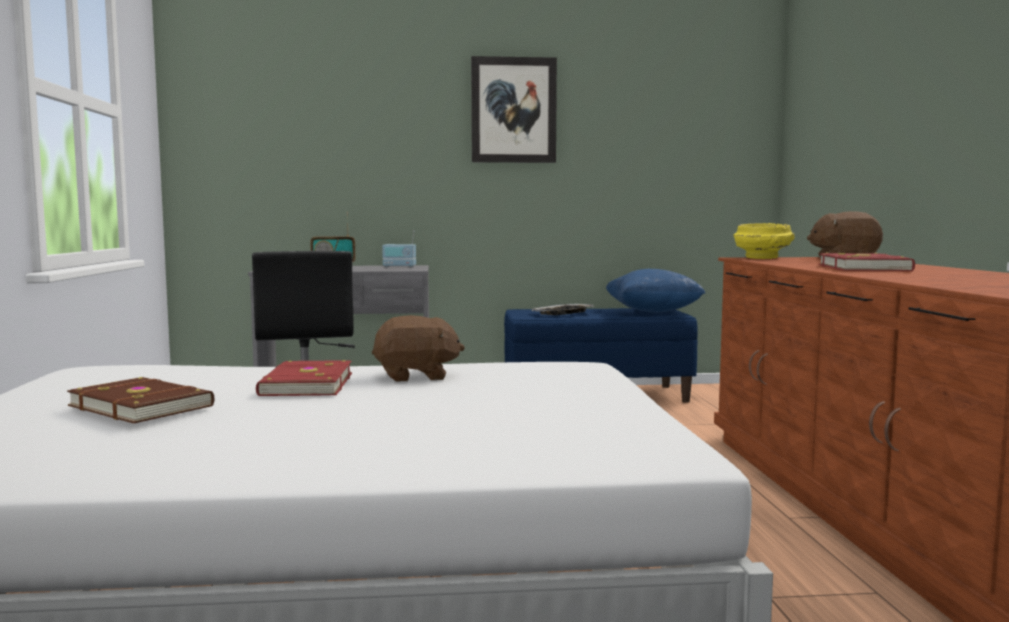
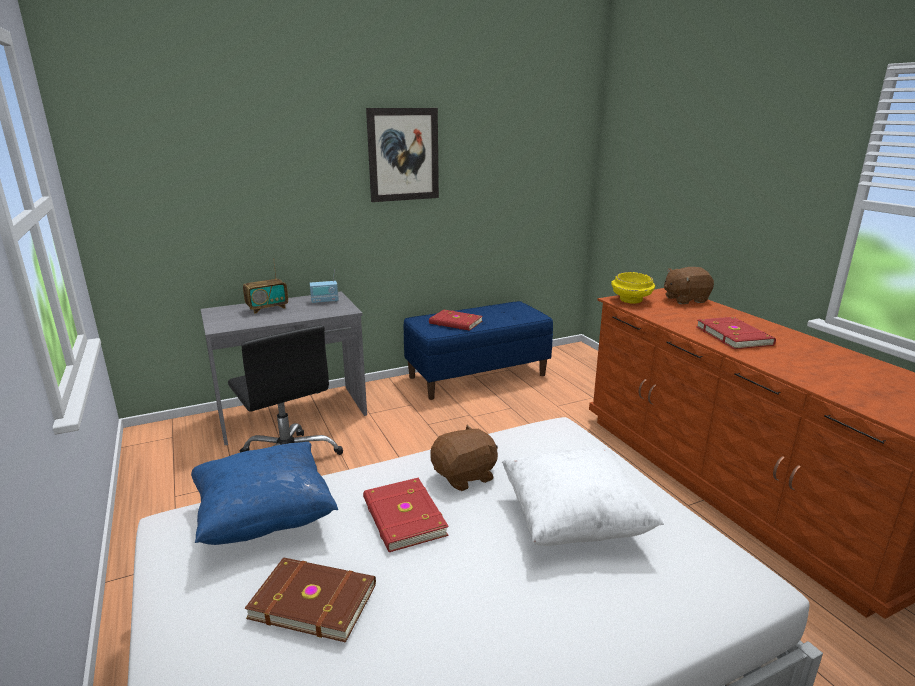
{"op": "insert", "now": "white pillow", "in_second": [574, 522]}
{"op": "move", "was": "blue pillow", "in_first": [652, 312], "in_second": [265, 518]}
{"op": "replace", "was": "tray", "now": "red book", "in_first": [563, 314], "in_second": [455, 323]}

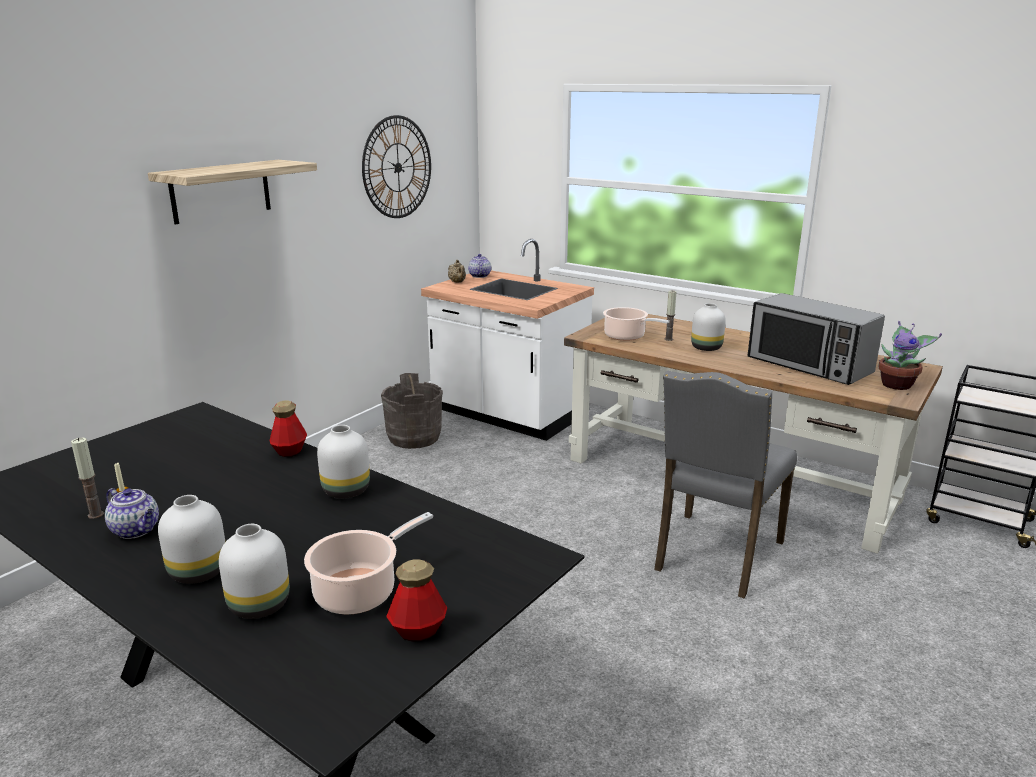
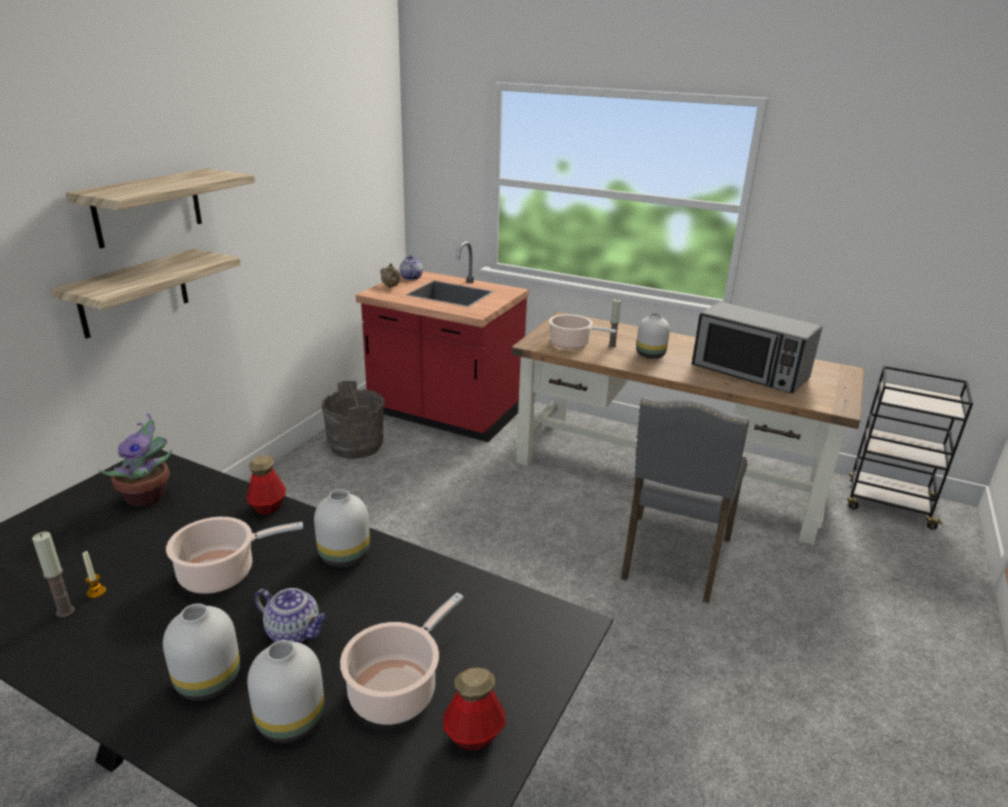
{"op": "delete", "was": "wall clock", "in_first": [397, 167]}
{"op": "insert", "now": "shelf", "in_second": [134, 293]}
{"op": "insert", "now": "cooking pot", "in_second": [222, 573]}
{"op": "move", "was": "teapot", "in_first": [136, 530], "in_second": [295, 632]}
{"op": "move", "was": "potted plant", "in_first": [898, 385], "in_second": [148, 497]}
{"op": "recolor", "was": "white counter", "now": "red counter", "in_first": [508, 414], "in_second": [444, 414]}

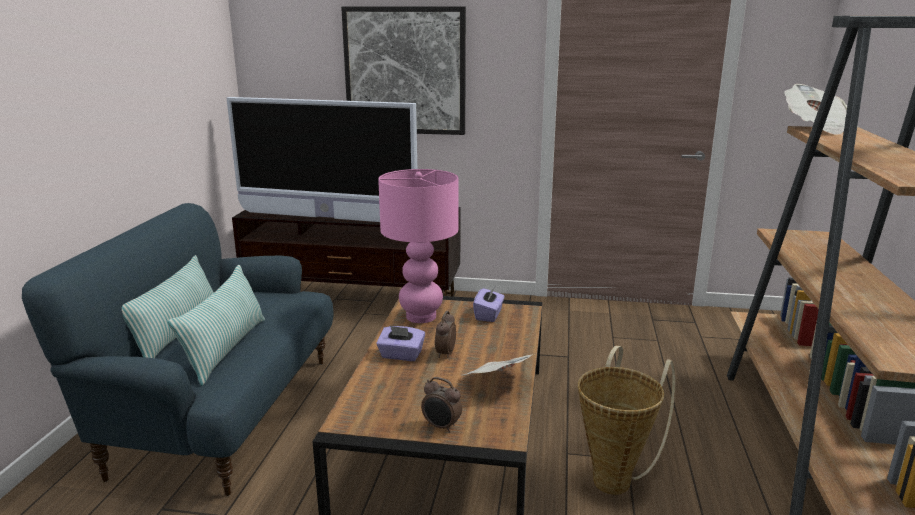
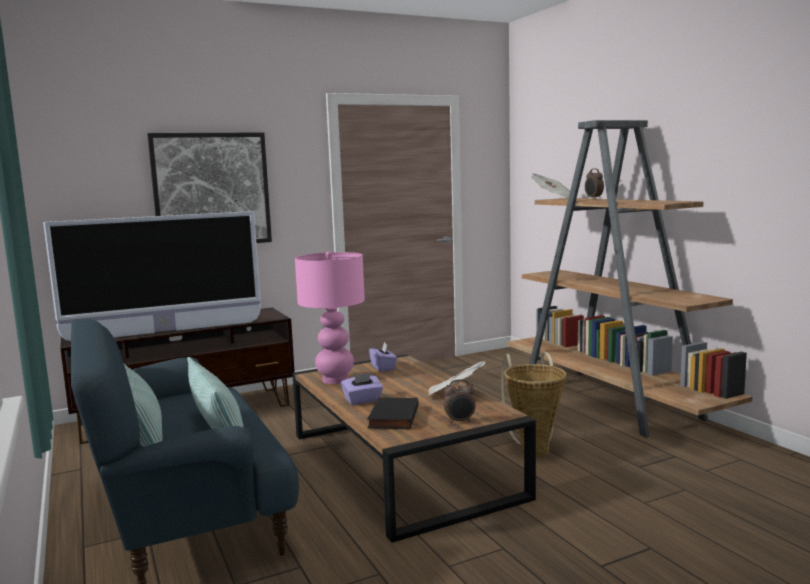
{"op": "insert", "now": "black book", "in_second": [392, 417]}
{"op": "move", "was": "alarm clock", "in_first": [445, 354], "in_second": [593, 198]}

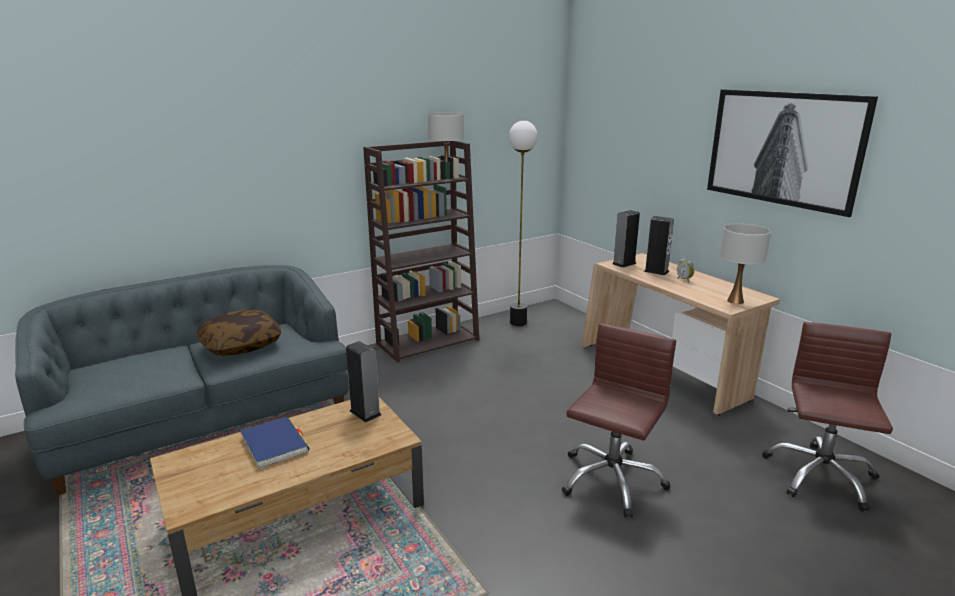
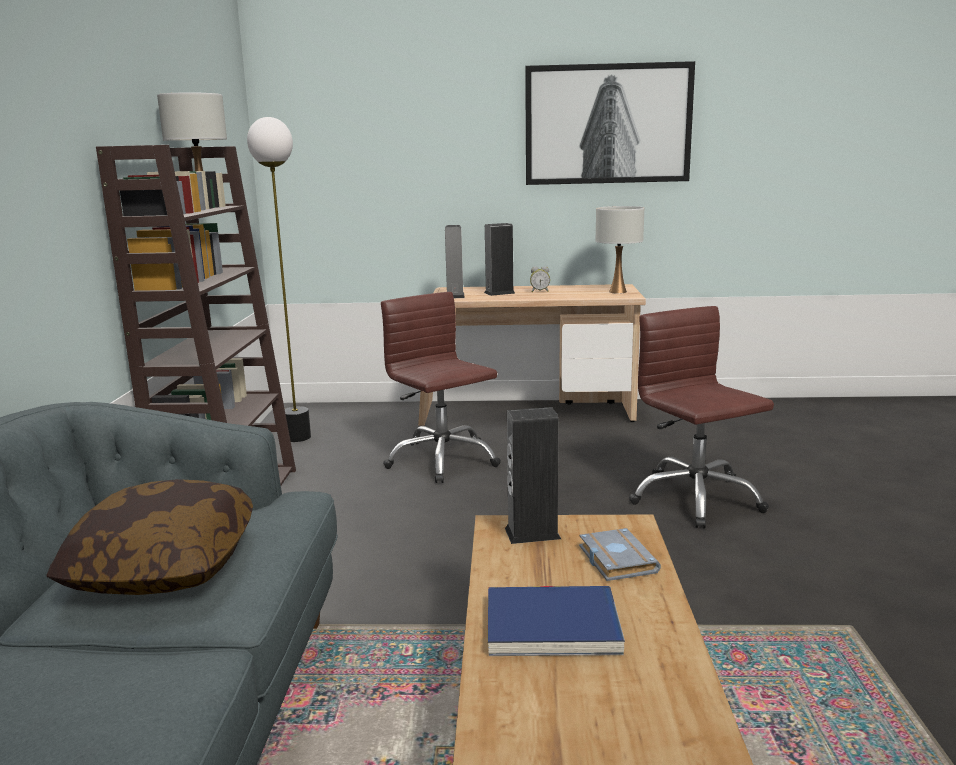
{"op": "insert", "now": "grey book", "in_second": [614, 559]}
{"op": "move", "was": "brown office chair", "in_first": [819, 475], "in_second": [442, 460]}

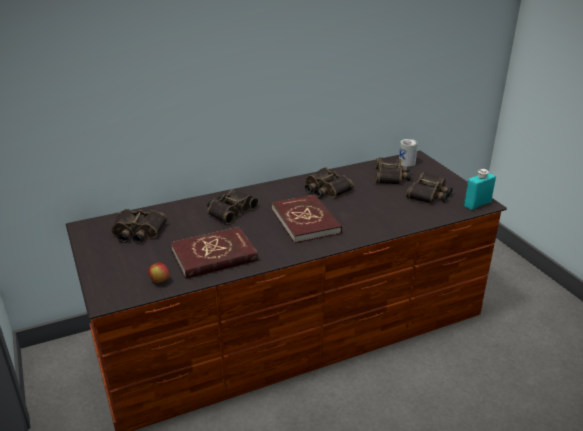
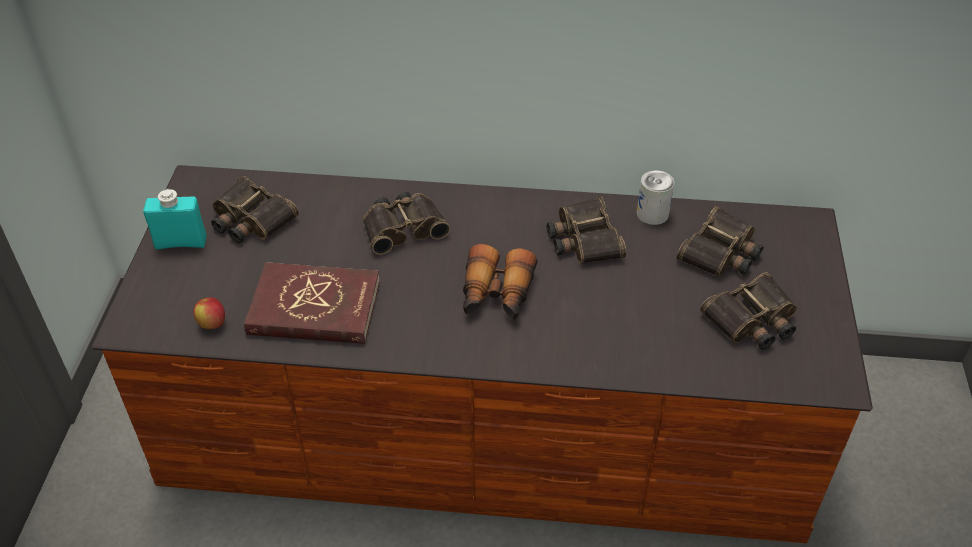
{"op": "move", "was": "can", "in_first": [407, 163], "in_second": [652, 213]}
{"op": "move", "was": "turquoise bottle", "in_first": [477, 204], "in_second": [181, 242]}
{"op": "replace", "was": "red book", "now": "binoculars", "in_first": [306, 221], "in_second": [496, 295]}

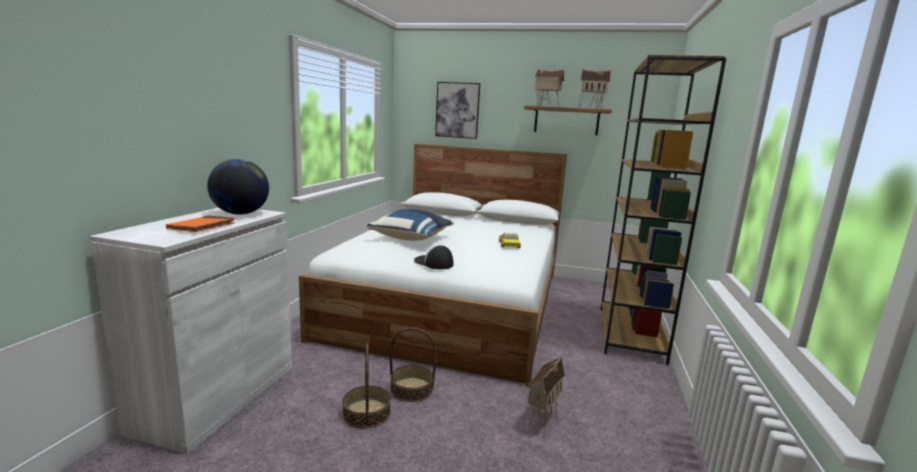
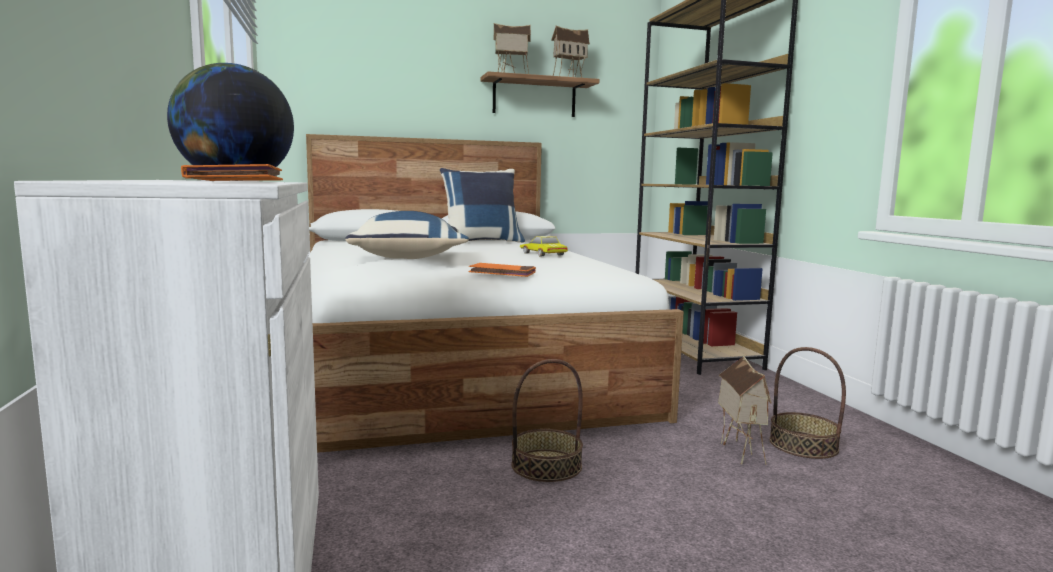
{"op": "delete", "was": "picture", "in_first": [457, 110]}
{"op": "insert", "now": "blue pillow", "in_second": [481, 242]}
{"op": "move", "was": "basket", "in_first": [366, 413], "in_second": [803, 445]}
{"op": "replace", "was": "cap", "now": "orange book", "in_first": [433, 263], "in_second": [502, 273]}

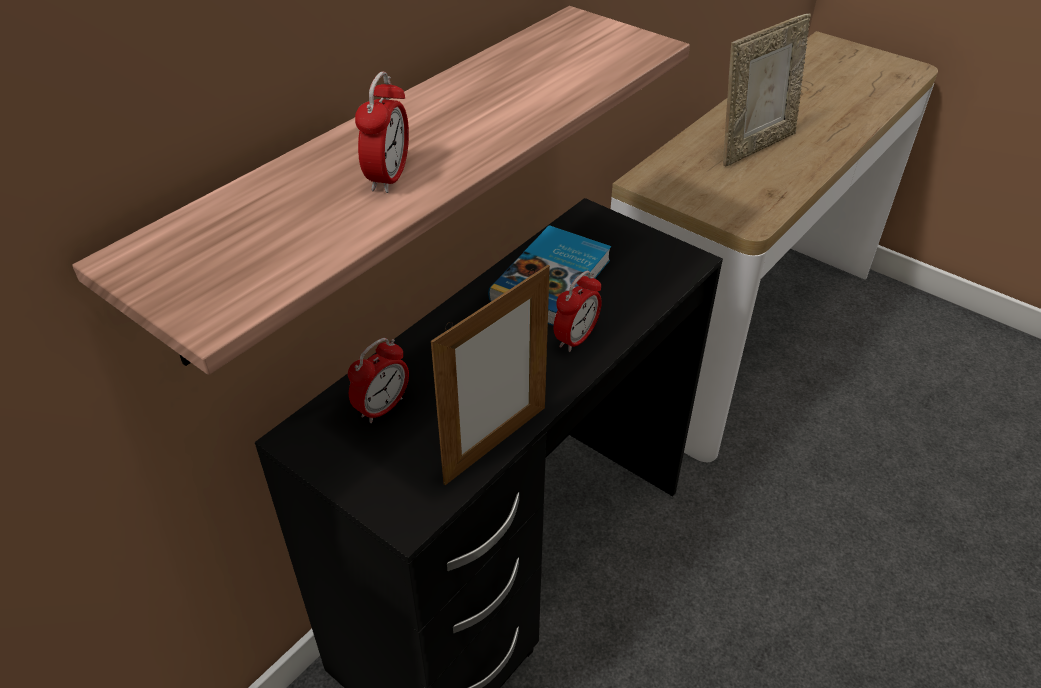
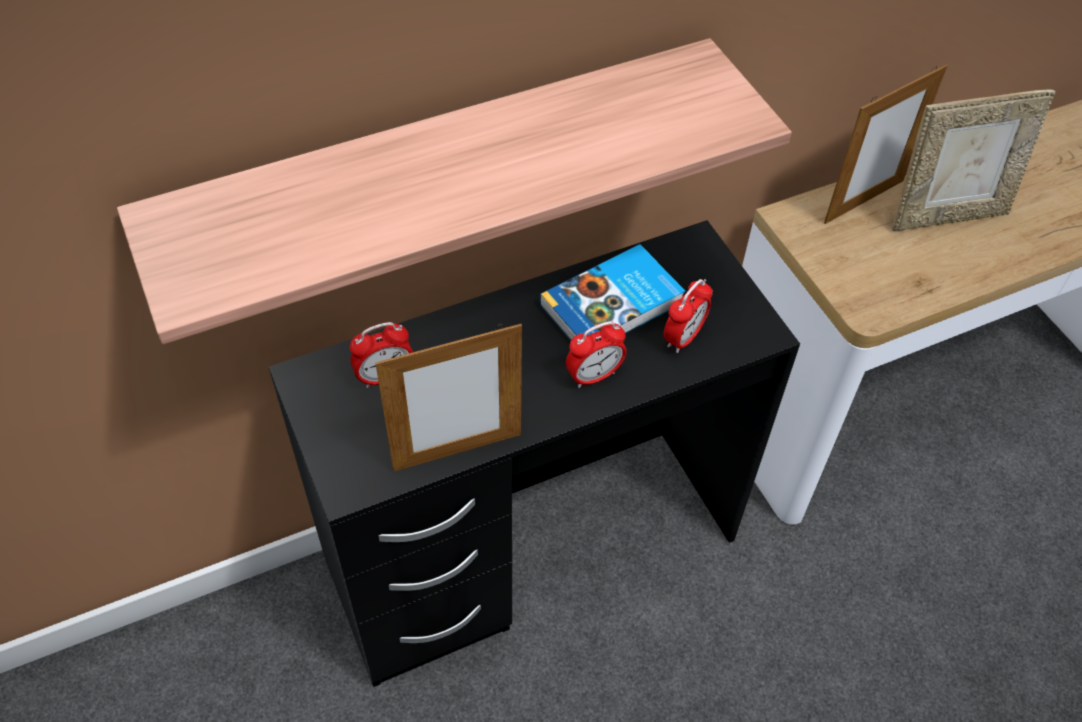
{"op": "insert", "now": "picture frame", "in_second": [864, 201]}
{"op": "move", "was": "alarm clock", "in_first": [388, 177], "in_second": [683, 337]}

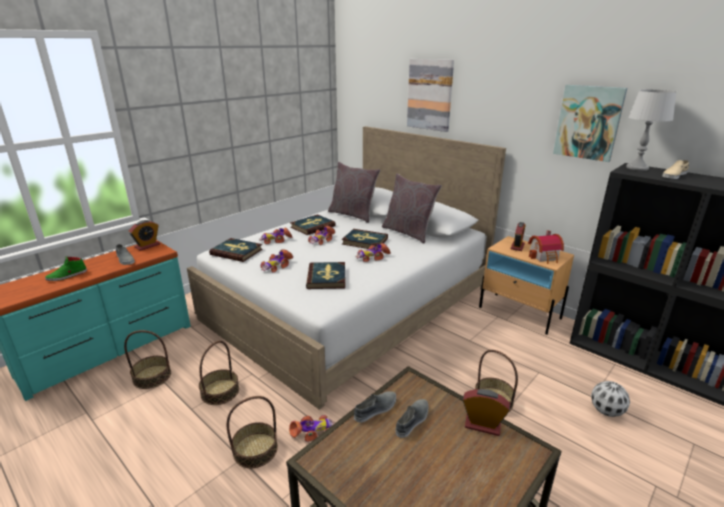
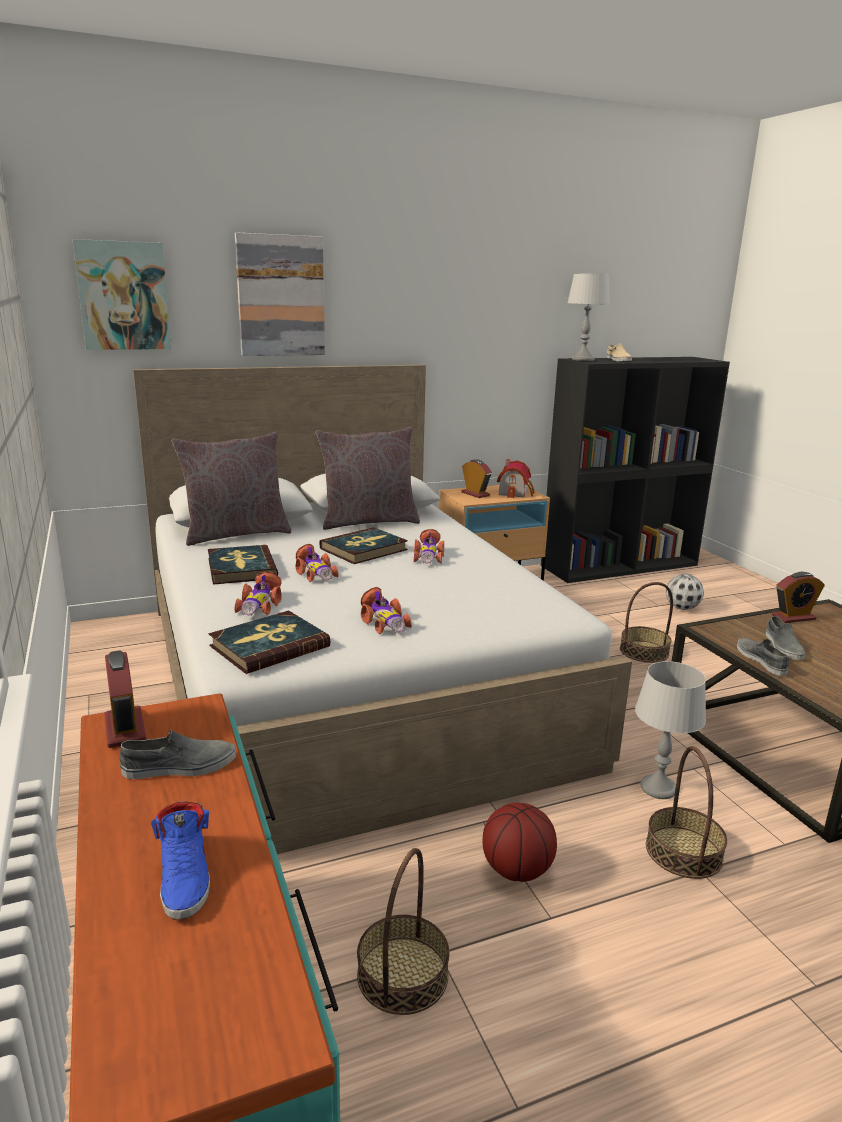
{"op": "delete", "was": "book", "in_first": [327, 277]}
{"op": "move", "was": "picture", "in_first": [588, 122], "in_second": [123, 296]}
{"op": "replace", "was": "basket", "now": "basketball", "in_first": [220, 391], "in_second": [516, 870]}
{"op": "replace", "was": "toy car", "now": "grey table lamp", "in_first": [312, 431], "in_second": [658, 788]}
{"op": "recolor", "was": "green shoe", "now": "blue shoe", "in_first": [67, 276], "in_second": [186, 876]}
{"op": "rotate", "was": "grey shoe", "in_first": [412, 420], "in_second": [782, 646], "clockwise": -150}
{"op": "rotate", "was": "alarm clock", "in_first": [482, 425], "in_second": [793, 617], "clockwise": -150}

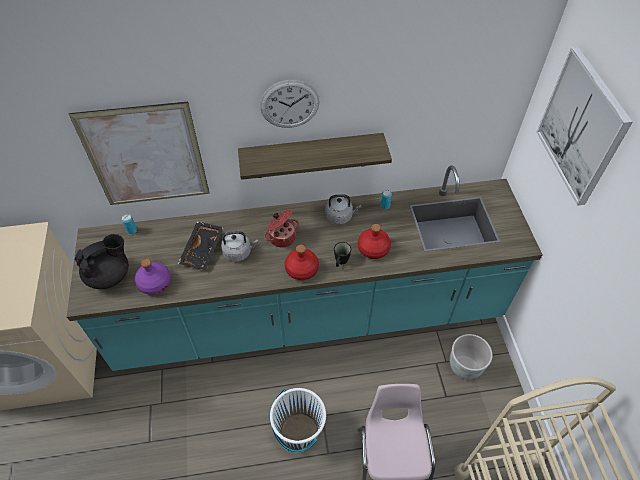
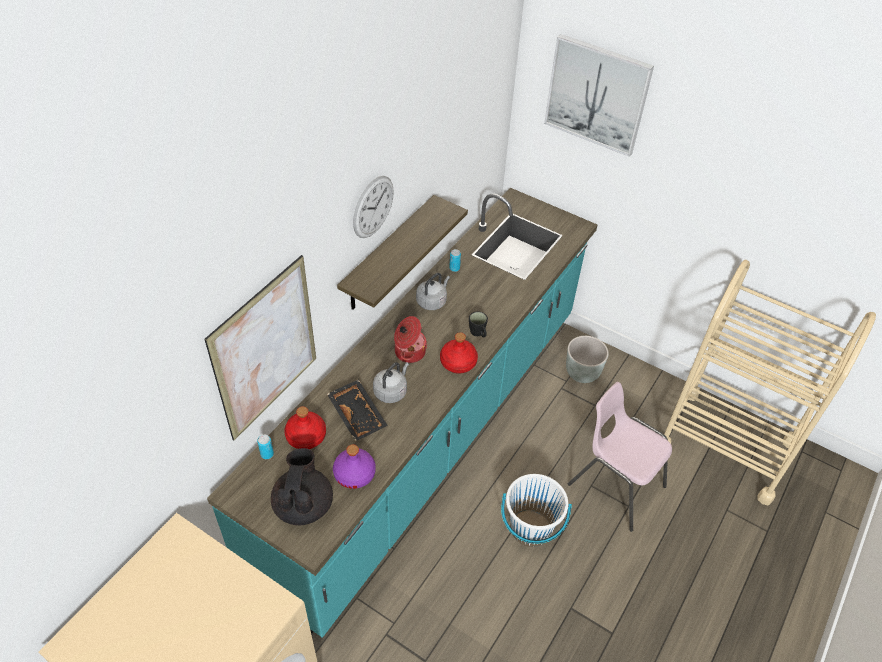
{"op": "move", "was": "red bottle", "in_first": [373, 248], "in_second": [305, 436]}

